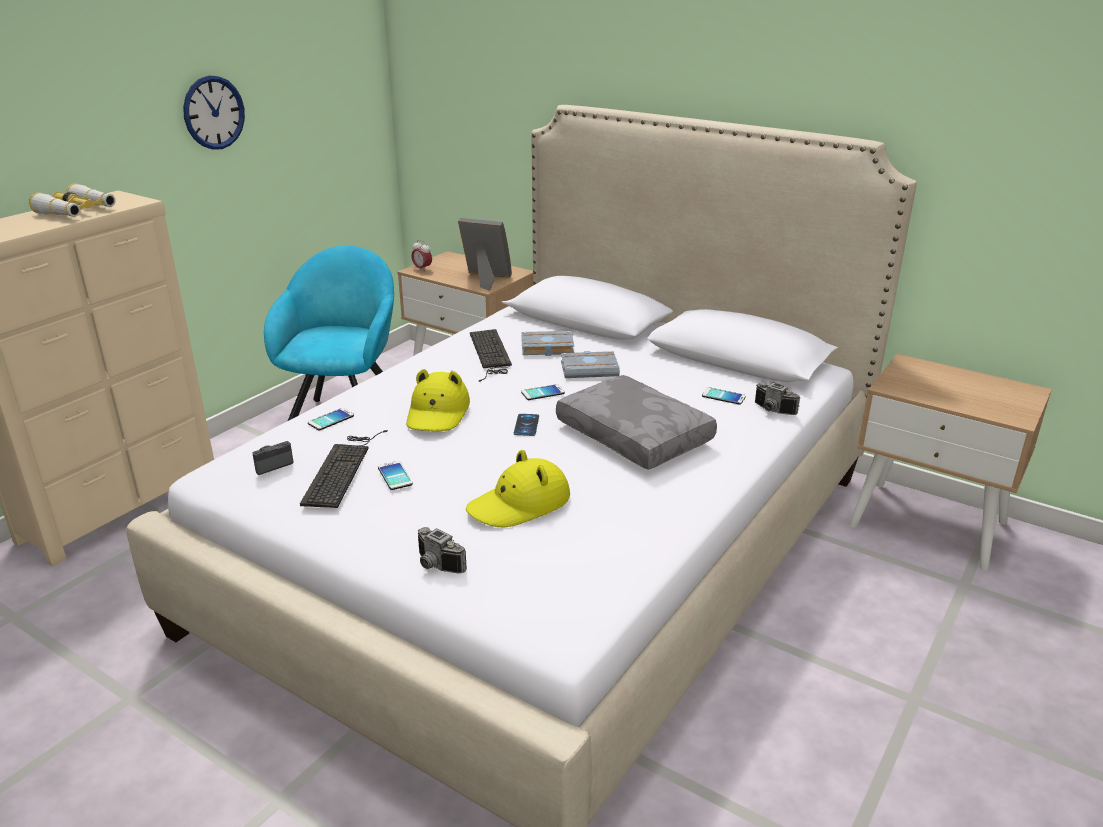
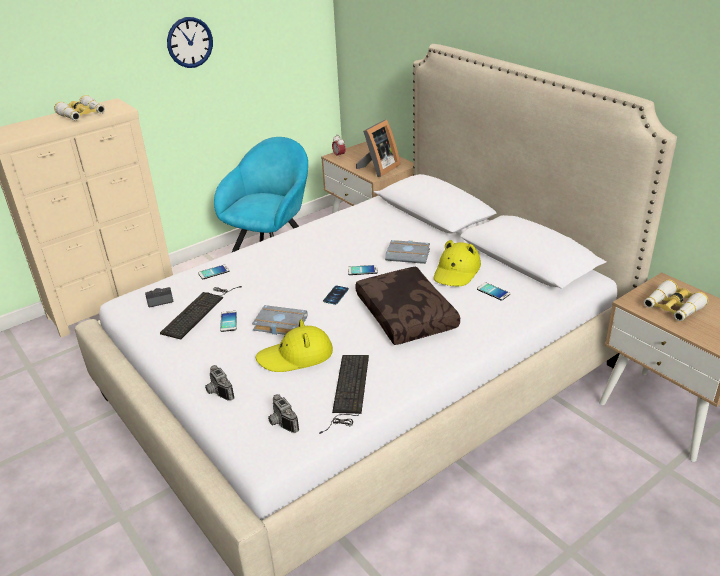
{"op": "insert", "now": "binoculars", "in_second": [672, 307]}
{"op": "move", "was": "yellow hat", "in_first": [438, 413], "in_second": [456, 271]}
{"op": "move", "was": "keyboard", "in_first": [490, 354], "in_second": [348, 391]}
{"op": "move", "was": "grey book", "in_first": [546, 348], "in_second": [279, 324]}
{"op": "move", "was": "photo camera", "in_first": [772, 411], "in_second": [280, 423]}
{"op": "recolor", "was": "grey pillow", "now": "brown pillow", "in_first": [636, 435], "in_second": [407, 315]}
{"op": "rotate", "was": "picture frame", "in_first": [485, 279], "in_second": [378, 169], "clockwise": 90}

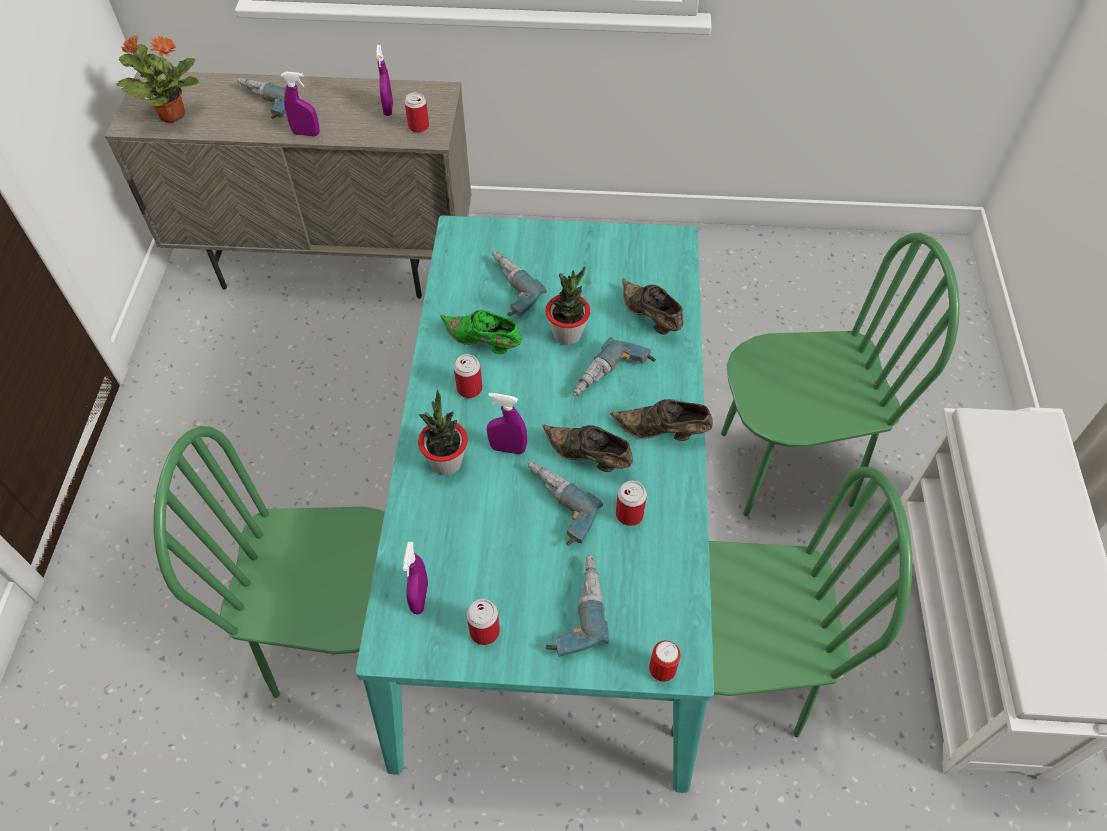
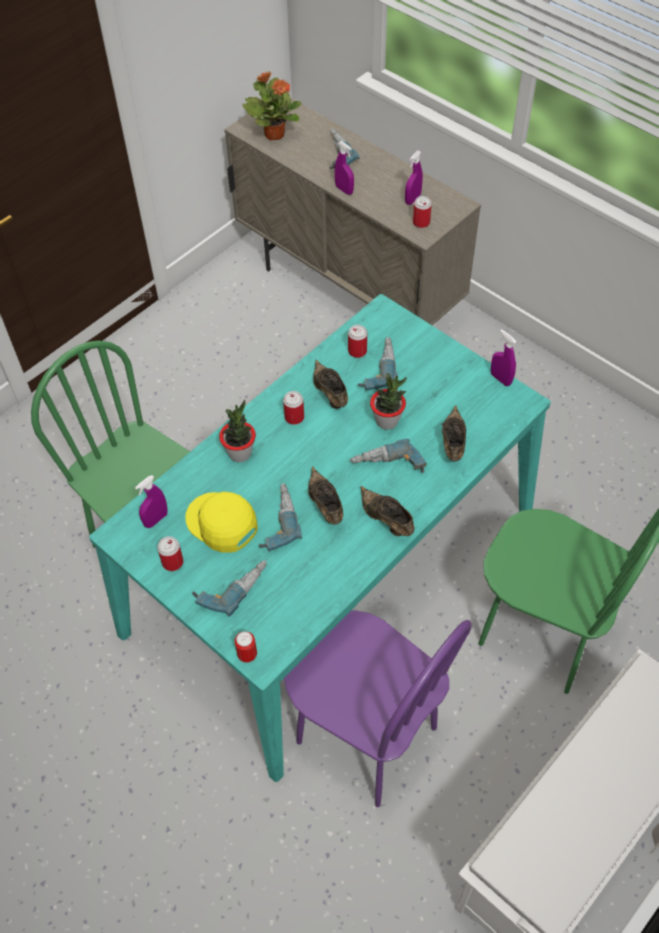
{"op": "insert", "now": "yellow cap", "in_second": [222, 523]}
{"op": "move", "was": "purple spray bottle", "in_first": [508, 448], "in_second": [500, 379]}
{"op": "move", "was": "can", "in_first": [629, 514], "in_second": [357, 351]}
{"op": "recolor", "was": "green shoe", "now": "brown shoe", "in_first": [484, 343], "in_second": [329, 394]}
{"op": "recolor", "was": "green chair", "now": "purple chair", "in_first": [727, 677], "in_second": [366, 736]}

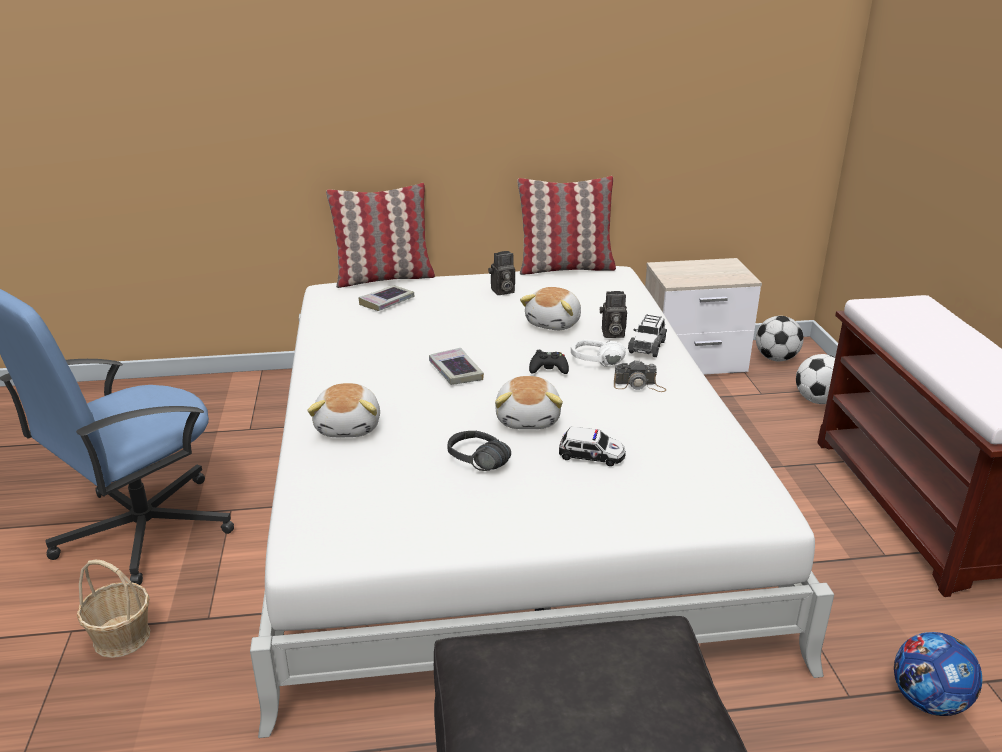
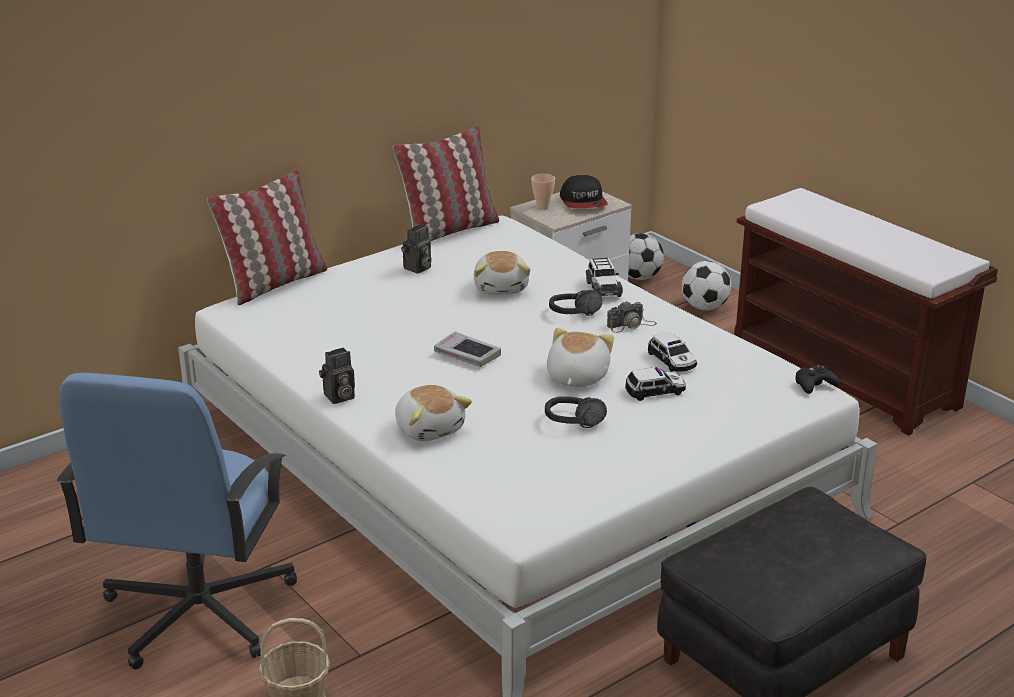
{"op": "delete", "was": "book", "in_first": [387, 302]}
{"op": "delete", "was": "football", "in_first": [928, 701]}
{"op": "insert", "now": "cup", "in_second": [542, 206]}
{"op": "insert", "now": "cap", "in_second": [583, 202]}
{"op": "insert", "now": "toy car", "in_second": [672, 360]}
{"op": "move", "was": "black game controller", "in_first": [548, 369], "in_second": [814, 385]}
{"op": "move", "was": "photo camera", "in_first": [611, 334], "in_second": [338, 397]}
{"op": "recolor", "was": "white headphones", "now": "black headphones", "in_first": [595, 365], "in_second": [577, 317]}
{"op": "rotate", "was": "plush toy", "in_first": [529, 419], "in_second": [576, 377], "clockwise": -135}

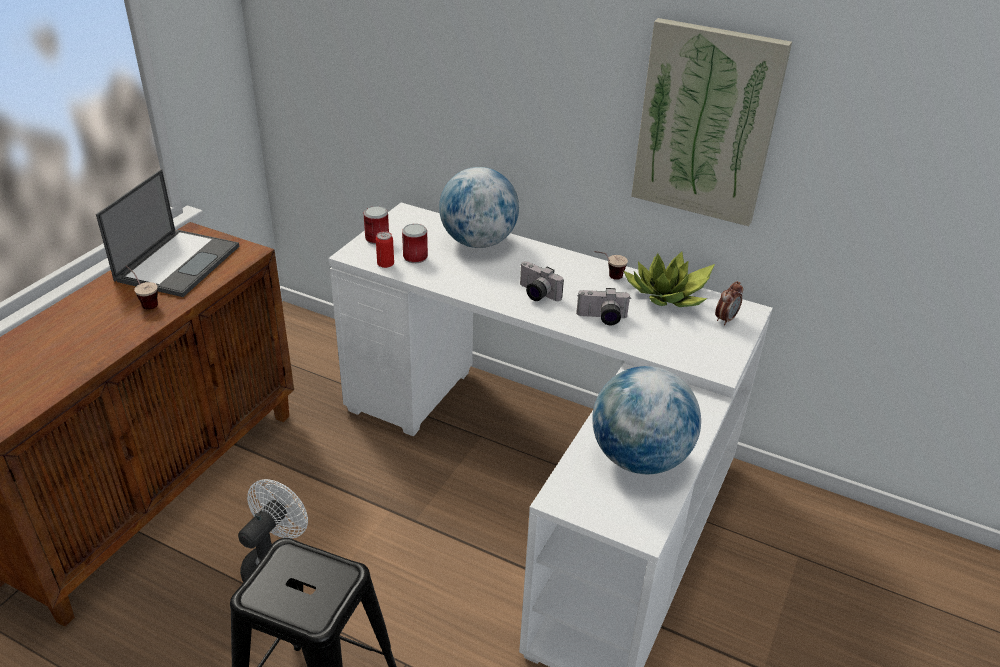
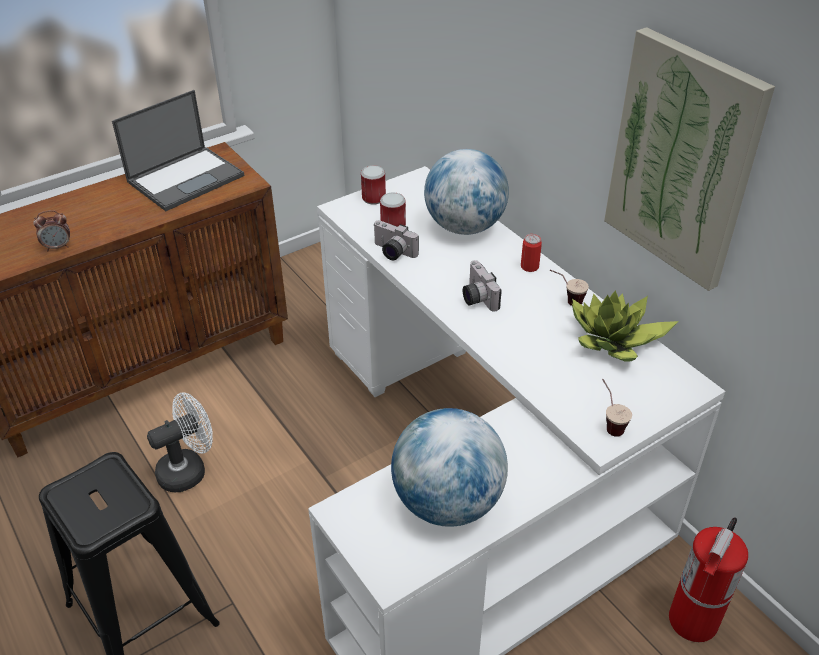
{"op": "insert", "now": "fire extinguisher", "in_second": [693, 621]}
{"op": "move", "was": "cup", "in_first": [145, 302], "in_second": [609, 423]}
{"op": "move", "was": "can", "in_first": [385, 263], "in_second": [529, 267]}
{"op": "move", "was": "photo camera", "in_first": [602, 318], "in_second": [392, 252]}
{"op": "move", "was": "alarm clock", "in_first": [725, 319], "in_second": [58, 247]}

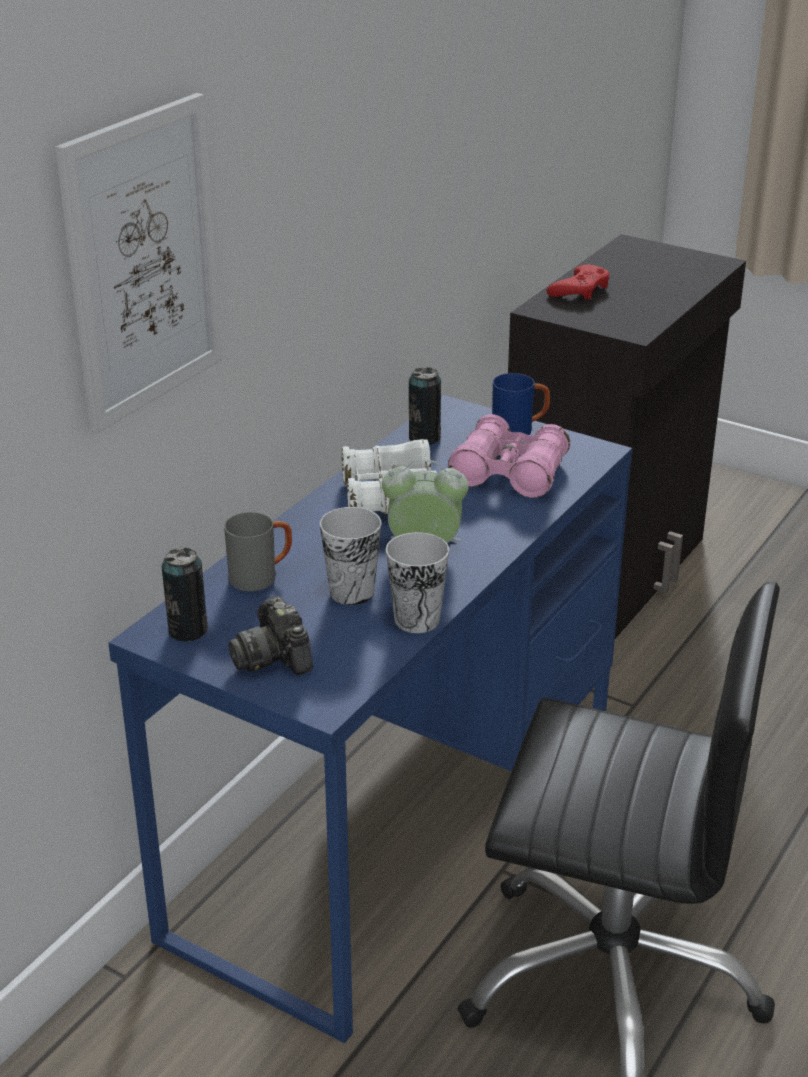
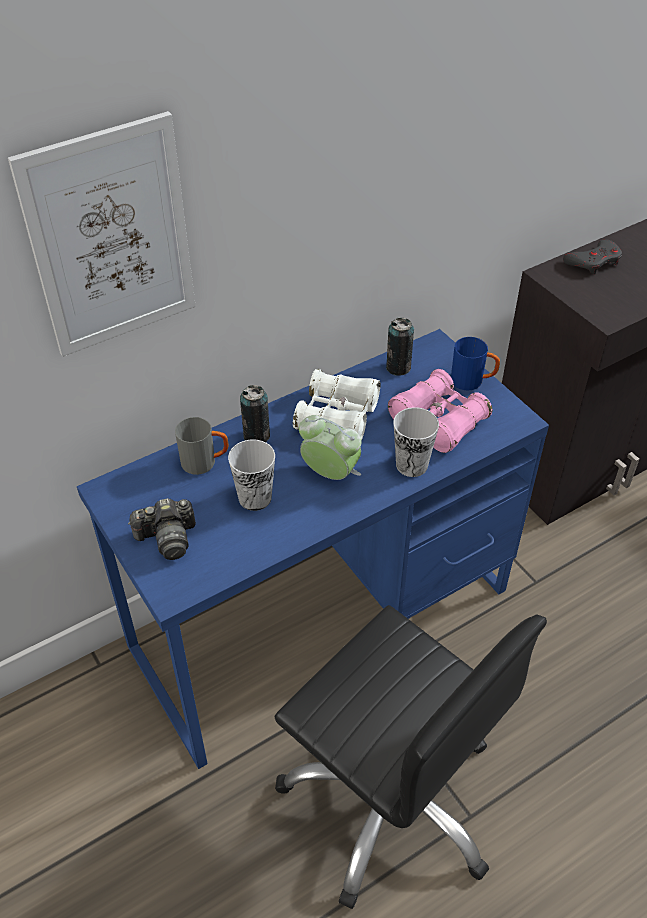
{"op": "move", "was": "can", "in_first": [188, 630], "in_second": [256, 436]}
{"op": "move", "was": "cup", "in_first": [417, 620], "in_second": [411, 465]}
{"op": "recolor", "was": "red game controller", "now": "grey game controller", "in_first": [580, 289], "in_second": [594, 261]}
{"op": "rotate", "was": "photo camera", "in_first": [273, 657], "in_second": [167, 538], "clockwise": -105}

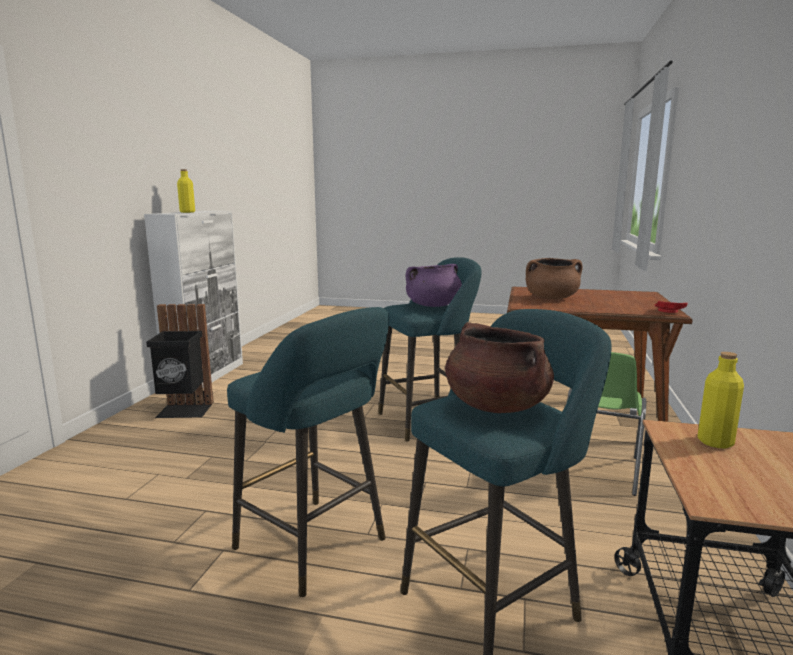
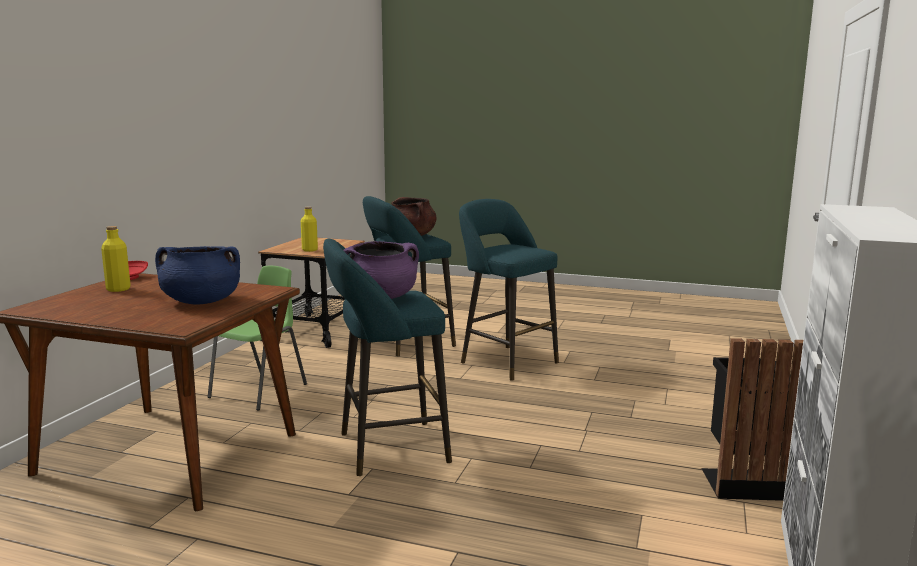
{"op": "move", "was": "yellow bottle", "in_first": [187, 212], "in_second": [118, 289]}
{"op": "recolor", "was": "brown cooking pot", "now": "blue cooking pot", "in_first": [551, 298], "in_second": [201, 302]}

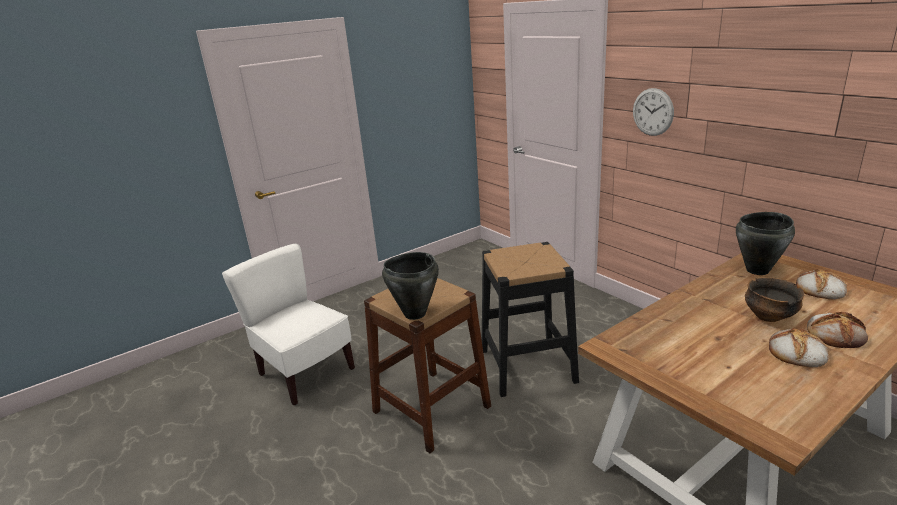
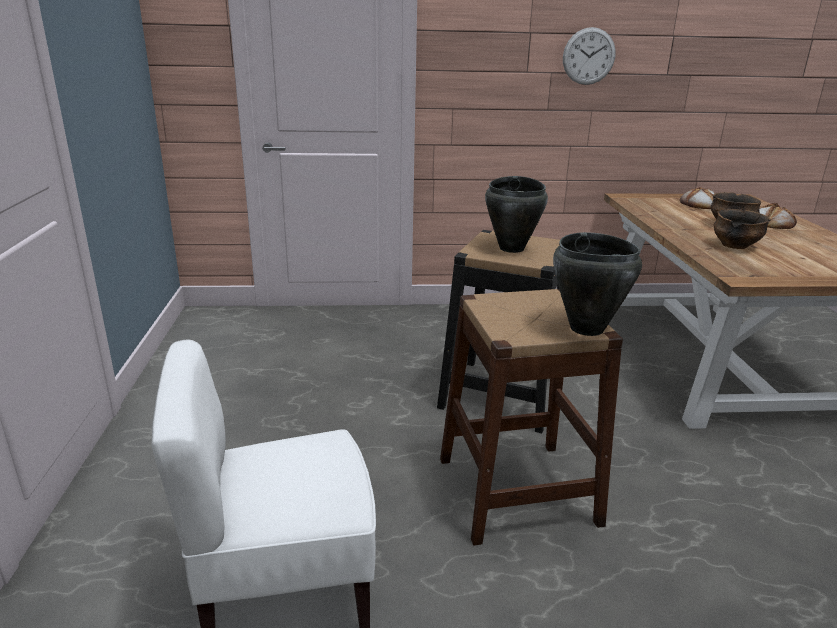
{"op": "delete", "was": "bread", "in_first": [796, 352]}
{"op": "insert", "now": "bowl", "in_second": [735, 246]}
{"op": "move", "was": "wall clock", "in_first": [652, 112], "in_second": [589, 56]}
{"op": "move", "was": "black cooking pot", "in_first": [758, 270], "in_second": [512, 248]}

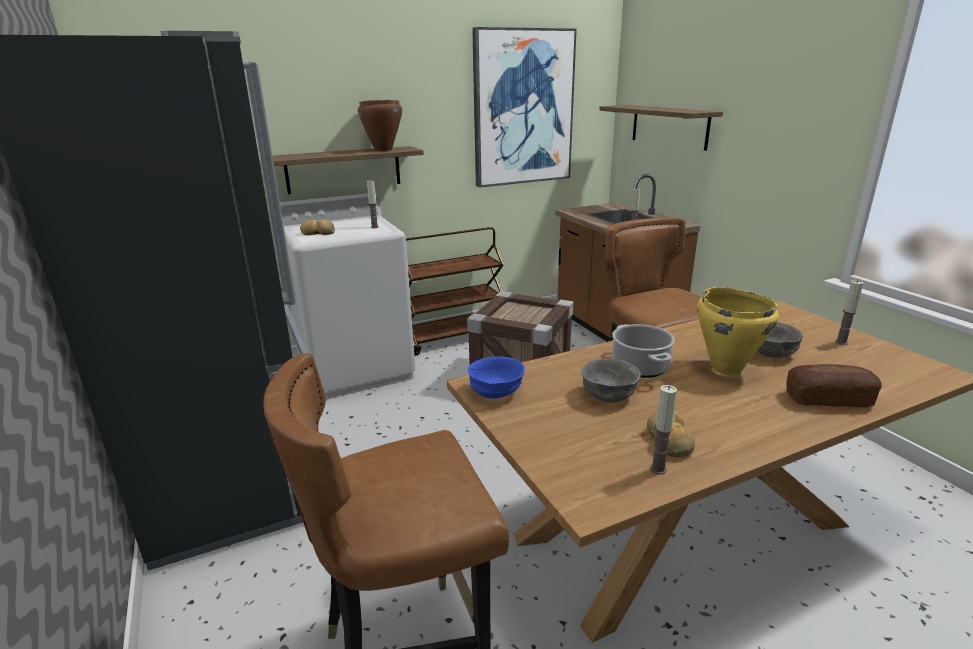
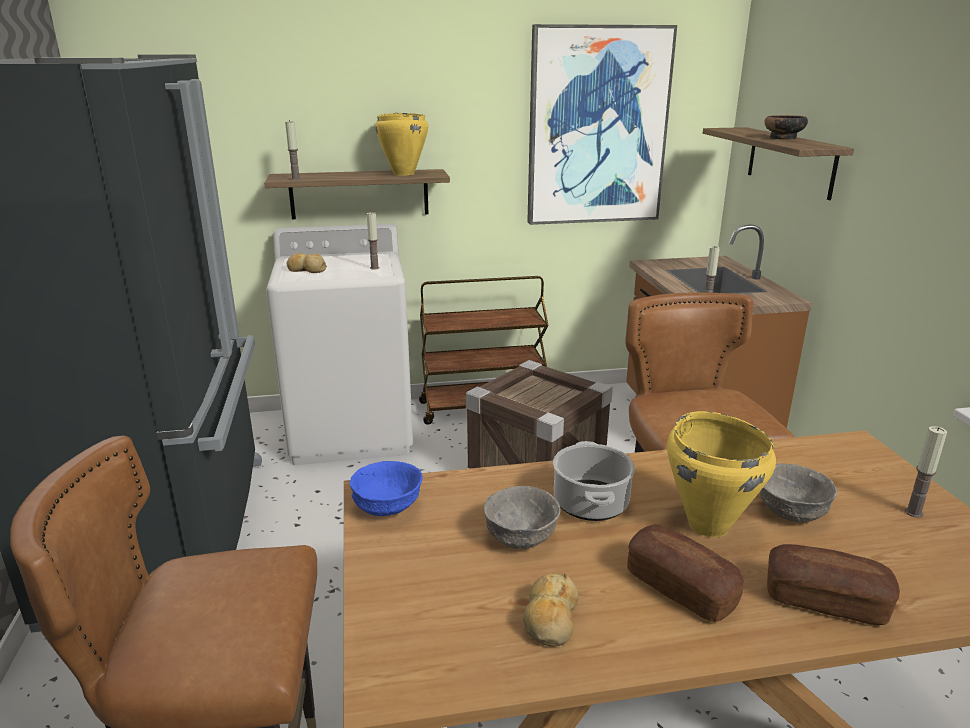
{"op": "insert", "now": "bread", "in_second": [680, 588]}
{"op": "insert", "now": "bowl", "in_second": [783, 138]}
{"op": "move", "was": "candle", "in_first": [658, 469], "in_second": [295, 179]}
{"op": "recolor", "was": "brown cooking pot", "now": "yellow cooking pot", "in_first": [383, 150], "in_second": [403, 173]}

